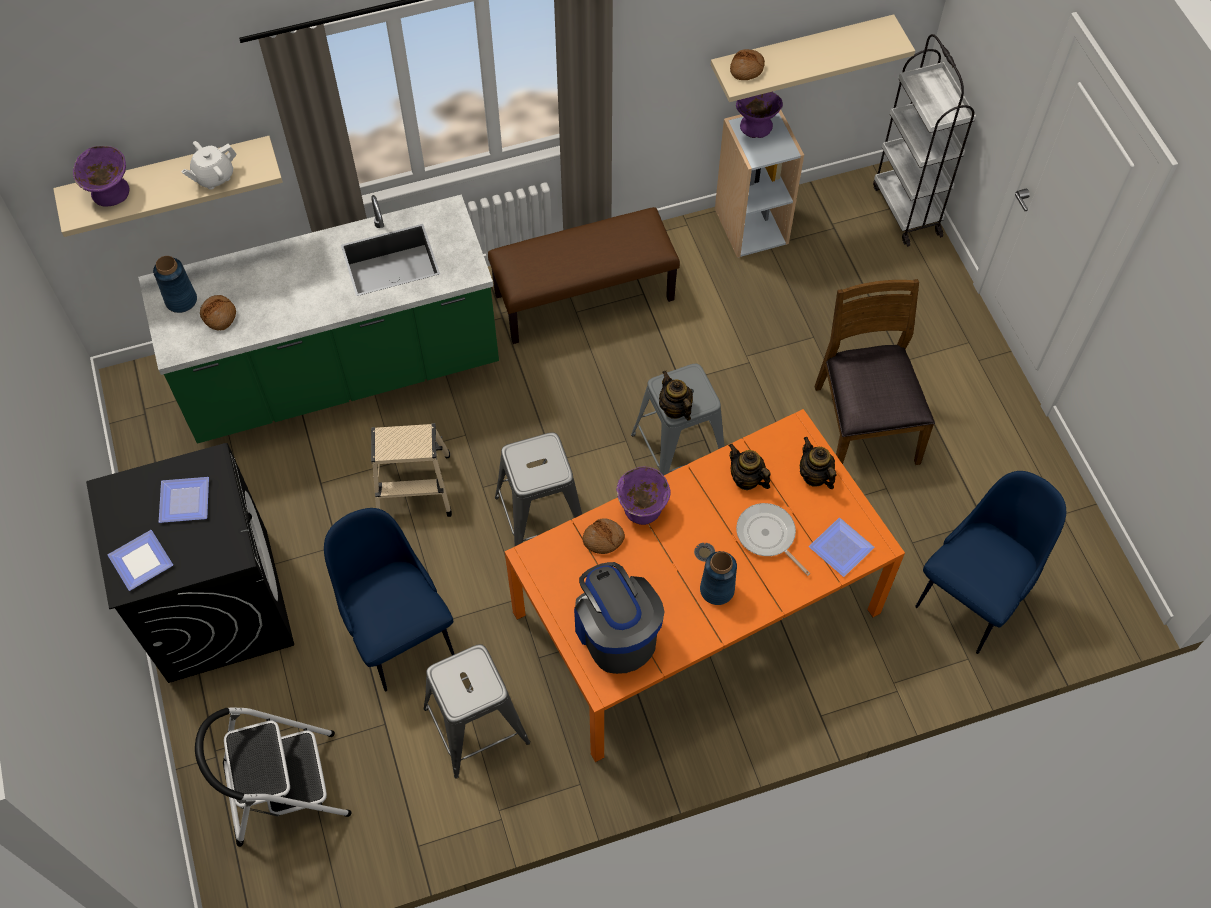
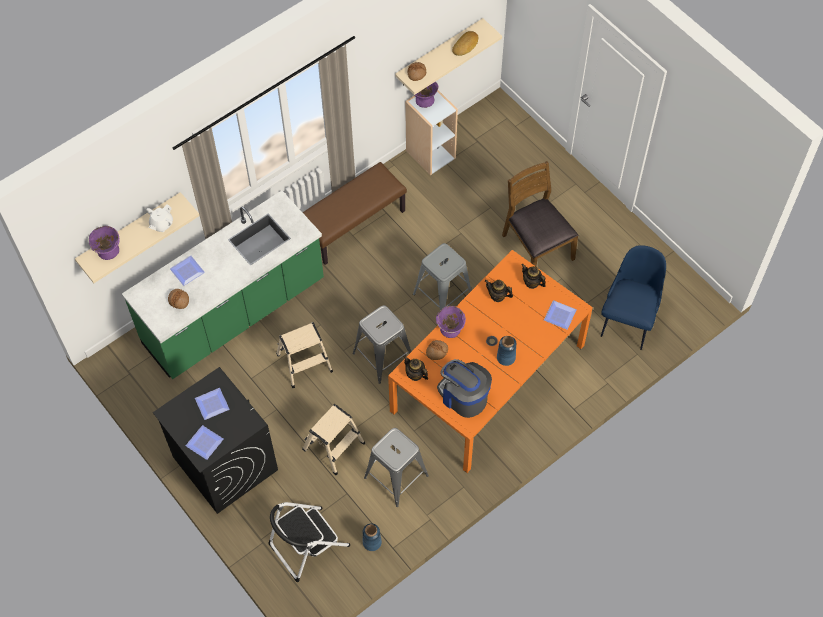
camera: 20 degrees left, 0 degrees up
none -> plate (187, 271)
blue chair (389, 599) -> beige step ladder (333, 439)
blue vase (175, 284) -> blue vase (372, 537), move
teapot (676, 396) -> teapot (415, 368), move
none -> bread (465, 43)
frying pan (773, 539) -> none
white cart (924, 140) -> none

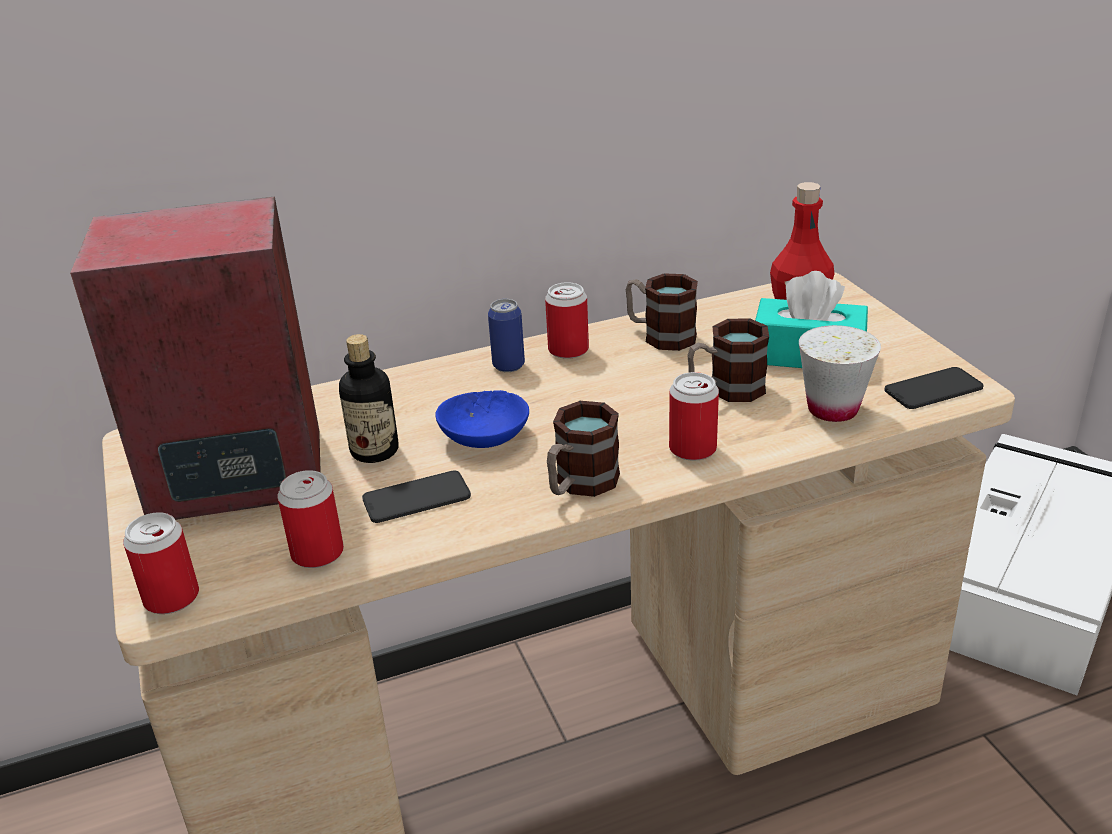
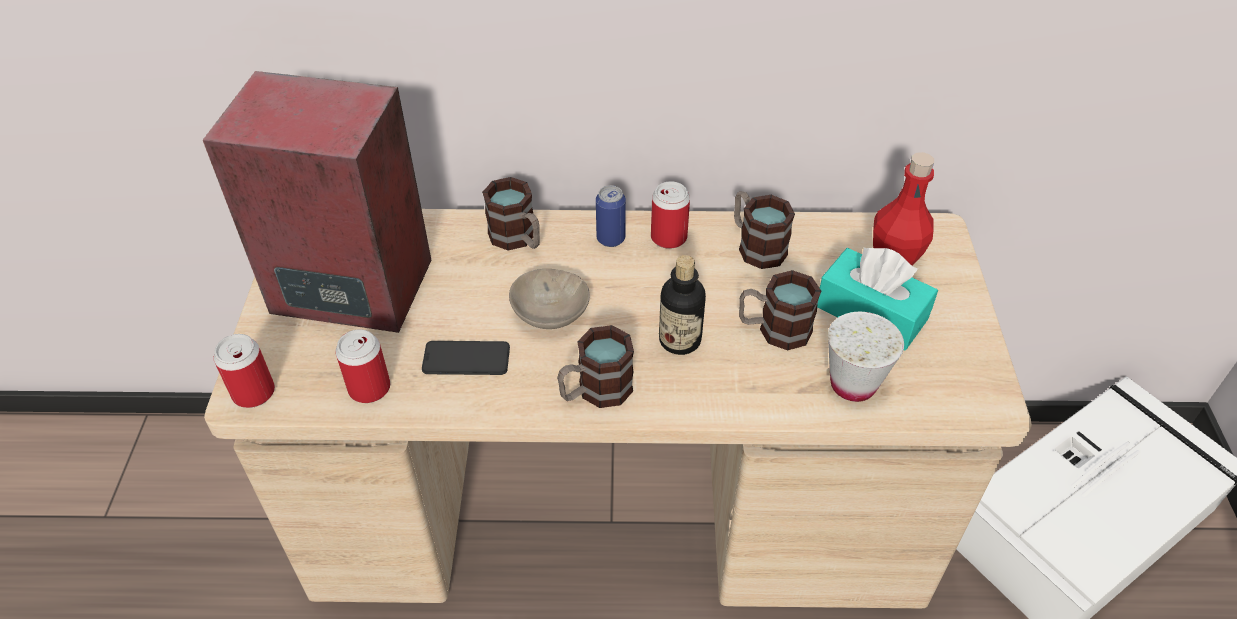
camera: 20 degrees right, 15 degrees up
none -> mug (511, 213)
blue bowl (482, 419) -> beige bowl (549, 299)
bottle (369, 398) -> bottle (682, 305), move
can (694, 416) -> none
phone (934, 388) -> none

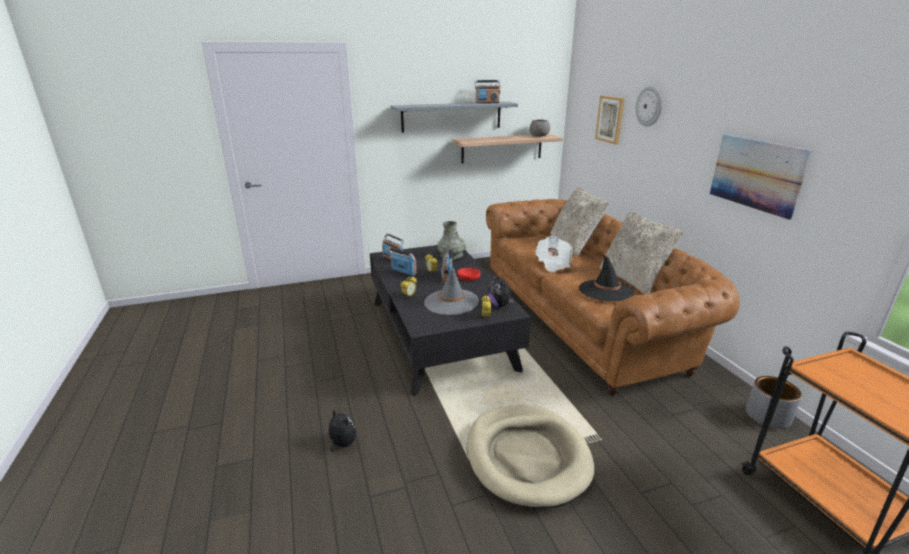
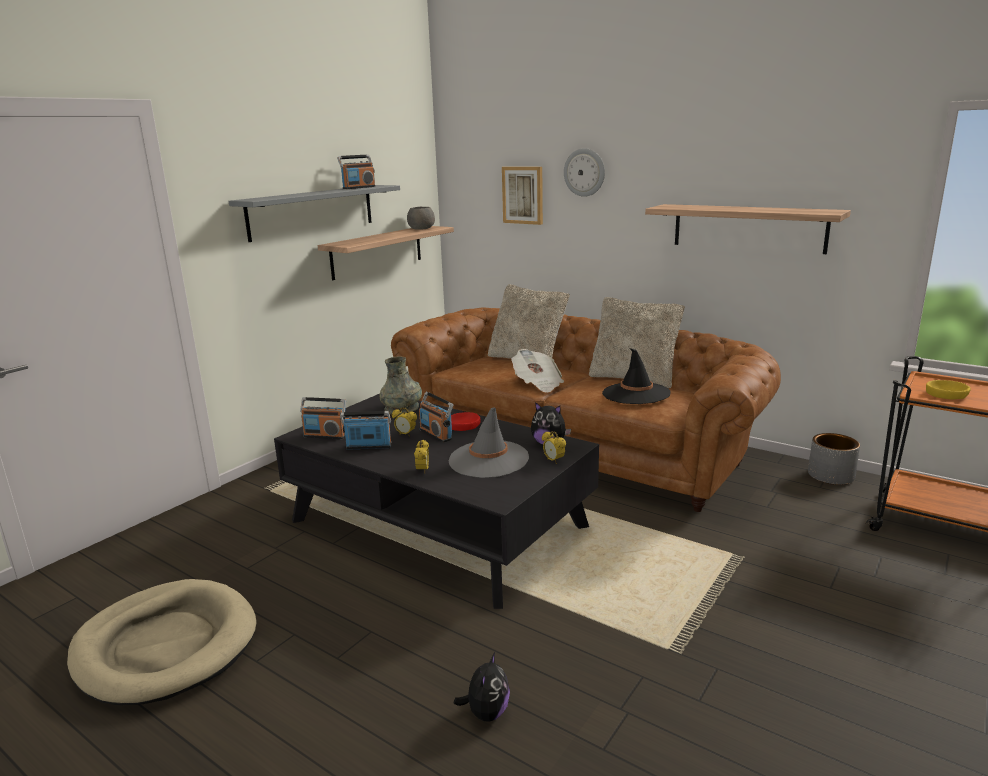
camera: 35 degrees left, 5 degrees down
beige dog bed (530, 456) -> beige dog bed (161, 642), move
plush toy (340, 430) -> plush toy (482, 686), 105 degrees clockwise
picture (761, 177) -> shelf (748, 229)
none -> yellow bowl (948, 389)

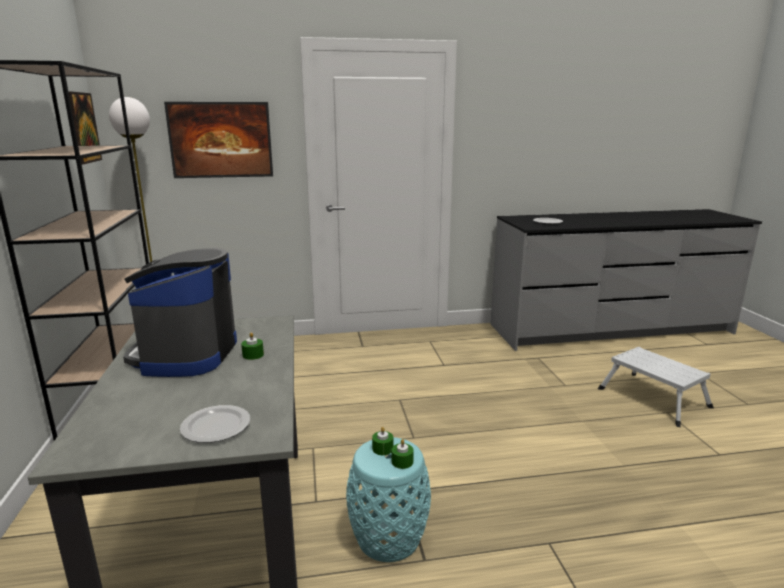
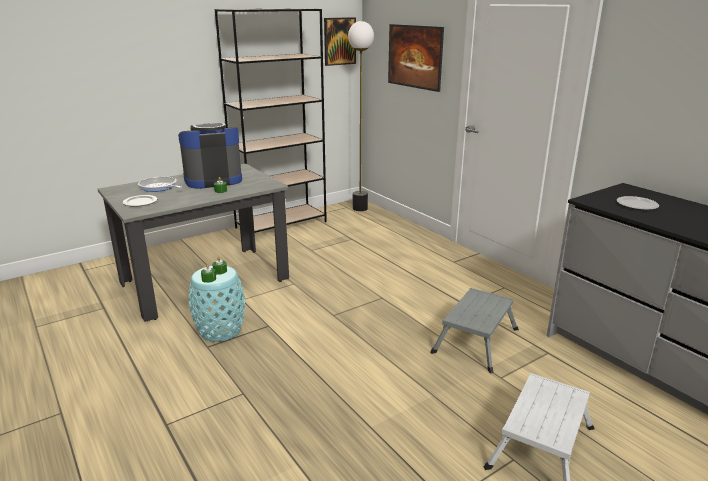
camera: 65 degrees right, 5 degrees up
none -> frying pan (160, 184)
none -> grey step ladder (474, 331)

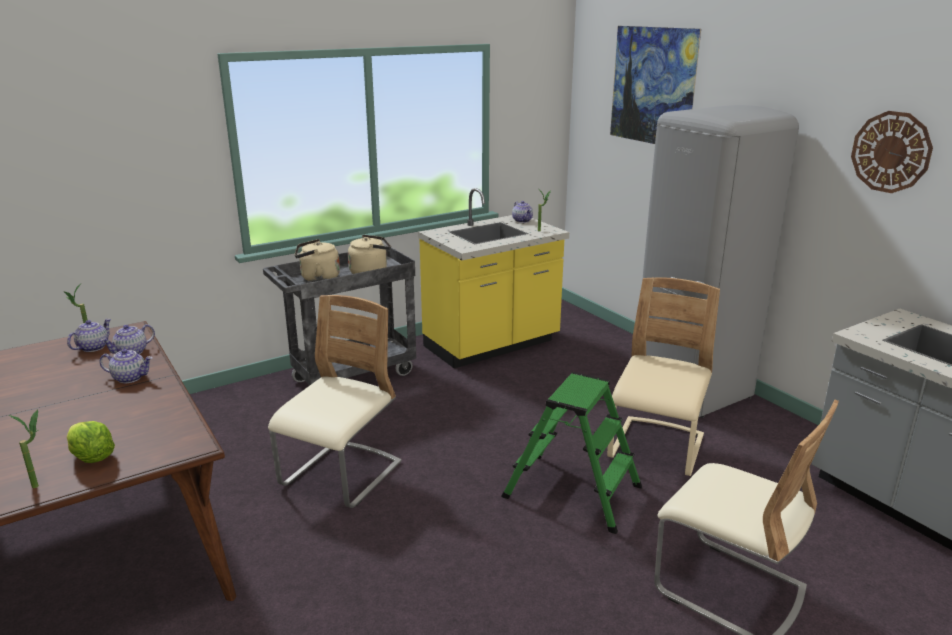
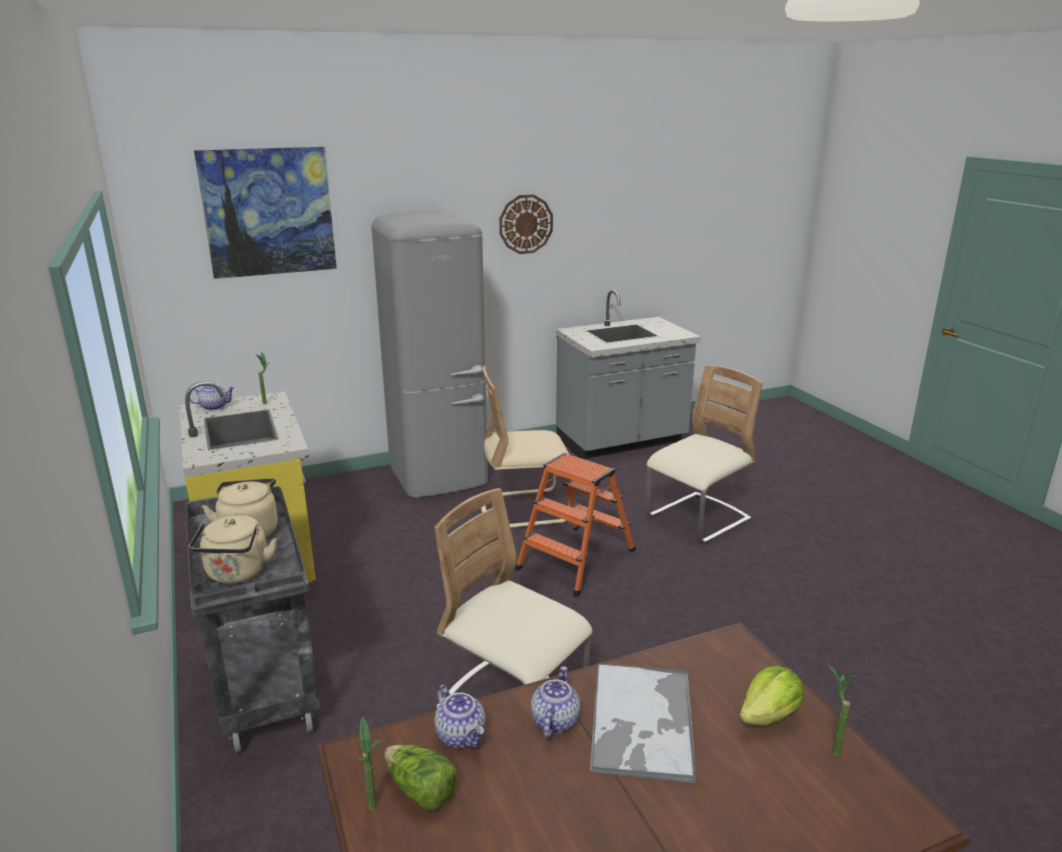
camera: 80 degrees left, 0 degrees up
teapot (89, 335) -> lettuce (421, 777)
beige chair (663, 376) -> beige chair (525, 447), 45 degrees counterclockwise
green step ladder (571, 453) -> orange step ladder (575, 525)
none -> tray (643, 723)

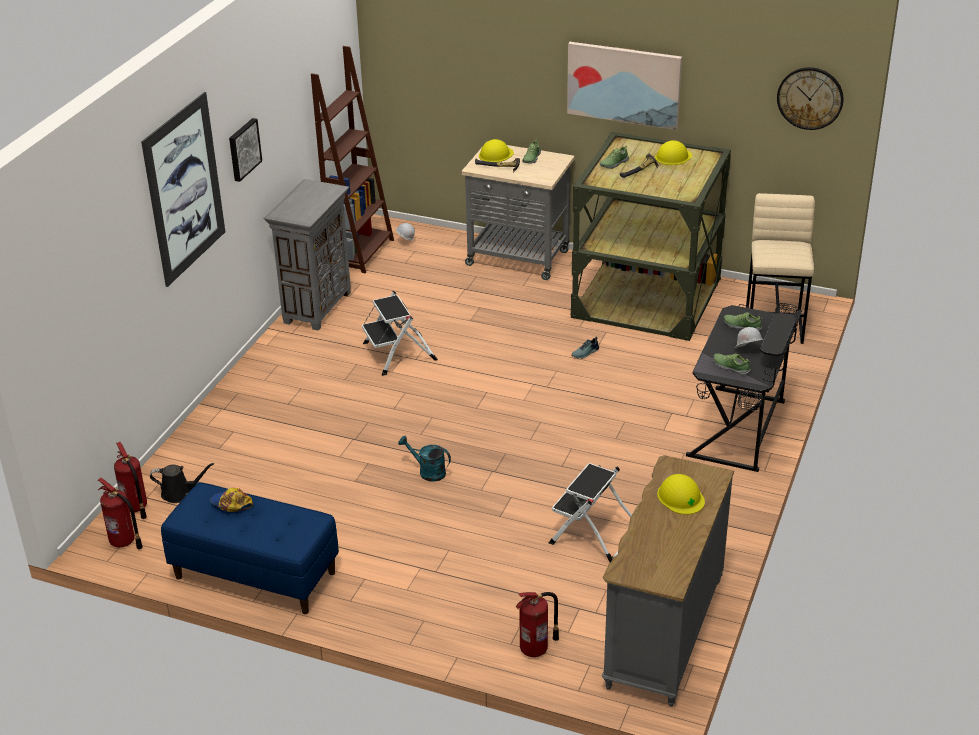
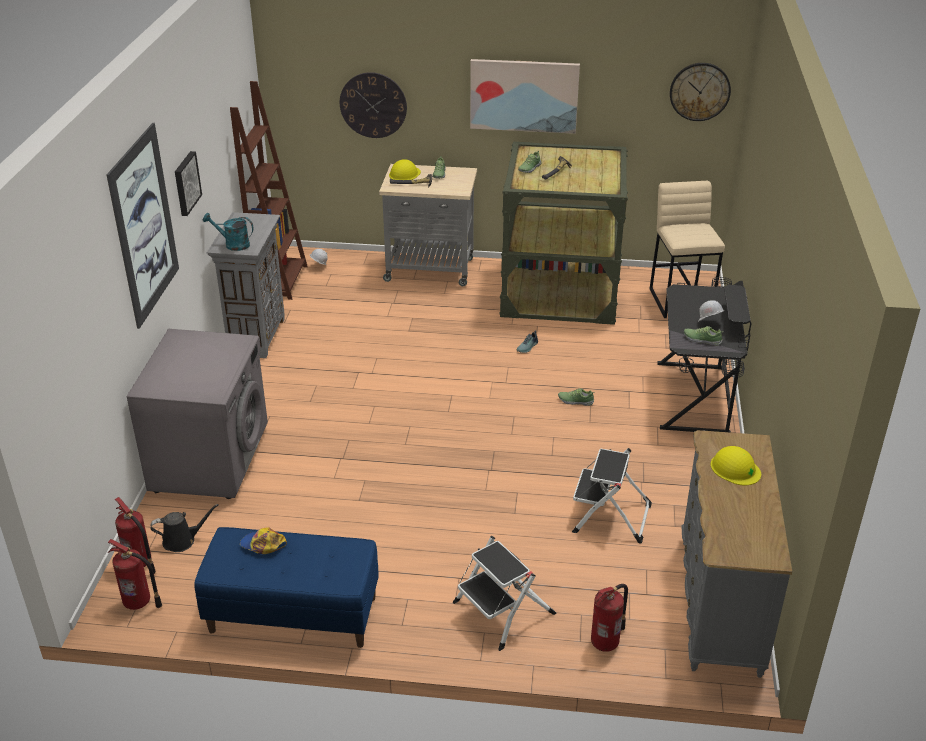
camera: 15 degrees left, 0 degrees up
none -> grey washing machine (197, 414)
turquoise watering can (424, 459) -> turquoise watering can (228, 232), move
none -> wall clock (373, 105)
step ladder (400, 333) -> step ladder (504, 593), move
shoe (743, 321) -> shoe (576, 397), move
yellow hard hat (673, 152) -> none

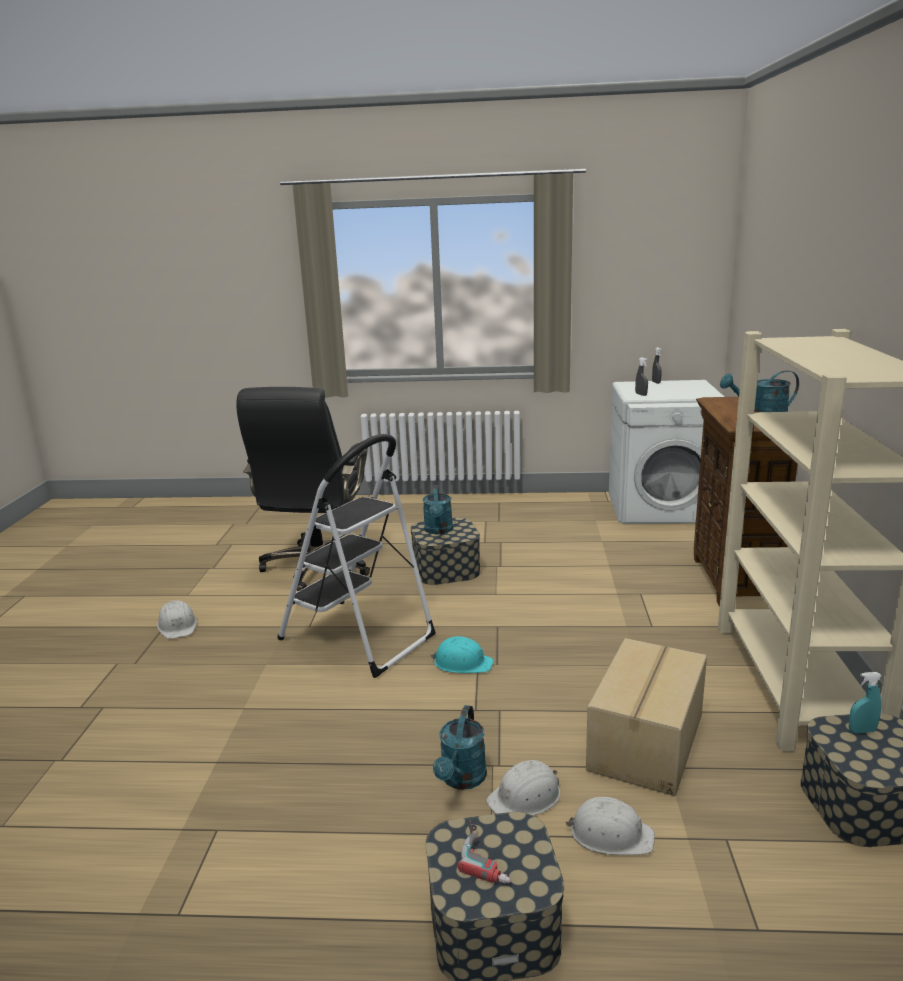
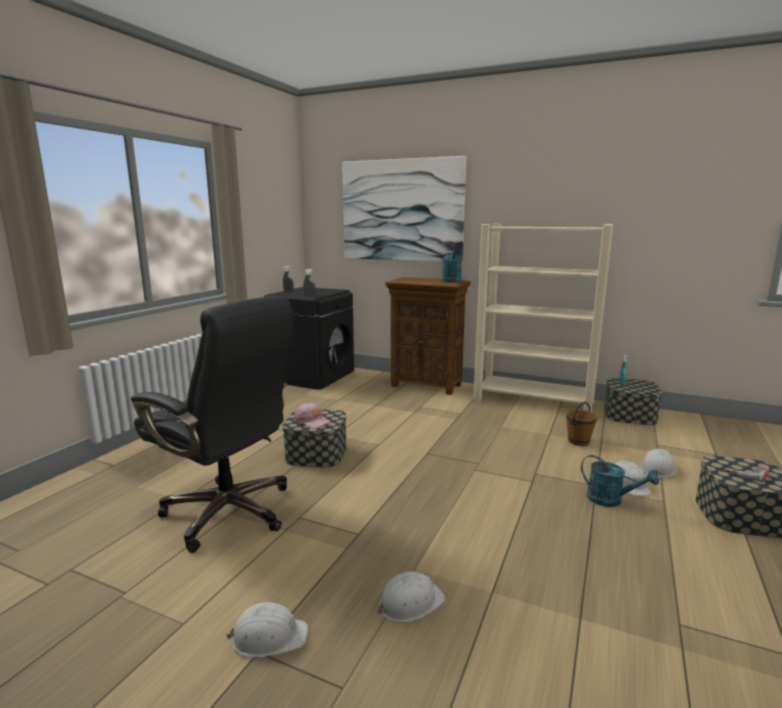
camera: 70 degrees left, 5 degrees down
white washing machine (666, 452) -> black washing machine (309, 338)
turquoise watering can (438, 509) -> pink cap (312, 415)
none -> picture (404, 209)
none -> white hard hat (412, 597)
cardboard box (646, 717) -> brown bucket (581, 424)
step ladder (356, 556) -> none
turquoise hard hat (462, 654) -> none

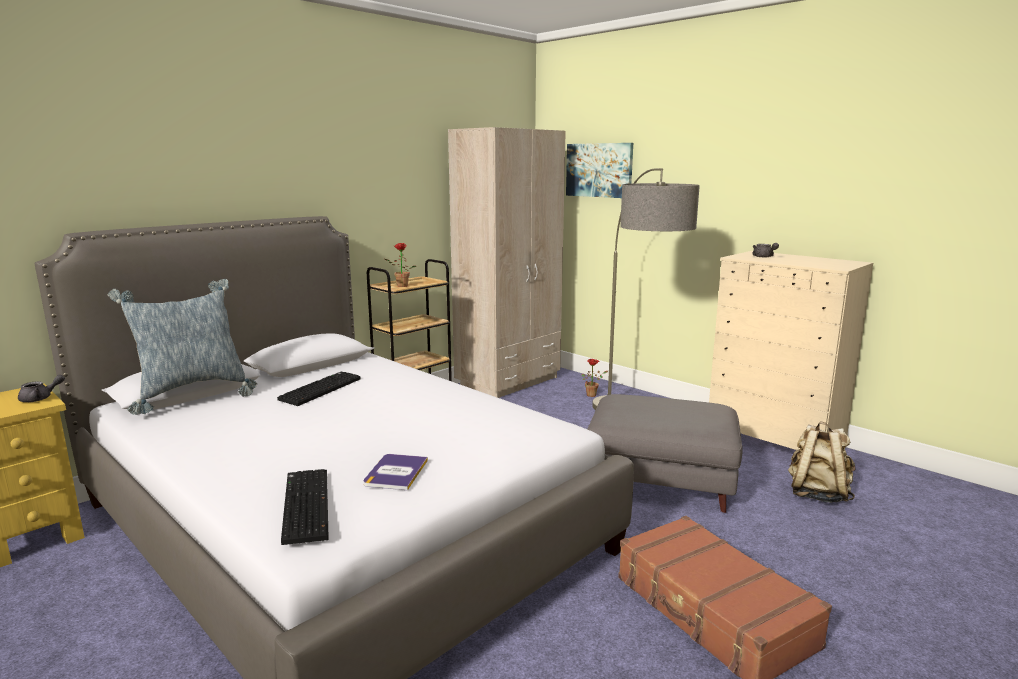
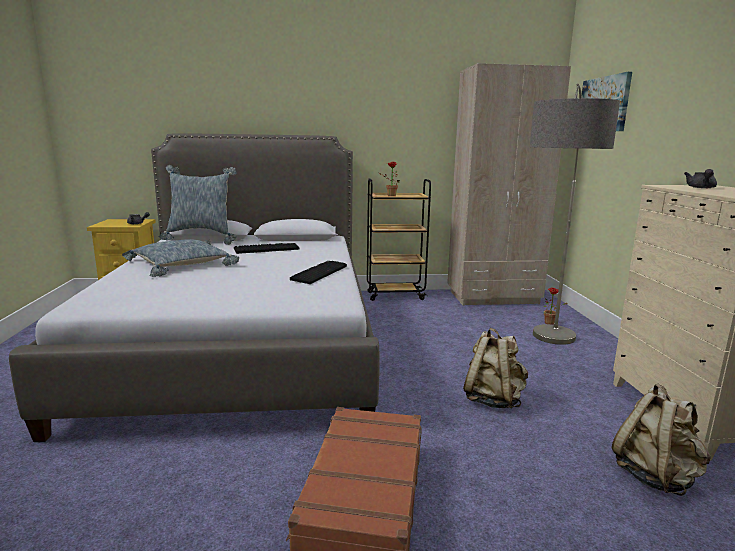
camera: 40 degrees right, 0 degrees up
none -> pillow (180, 258)
keyboard (305, 507) -> keyboard (318, 272), move
grey ottoman (665, 453) -> beige backpack (495, 368)
book (395, 472) -> none

